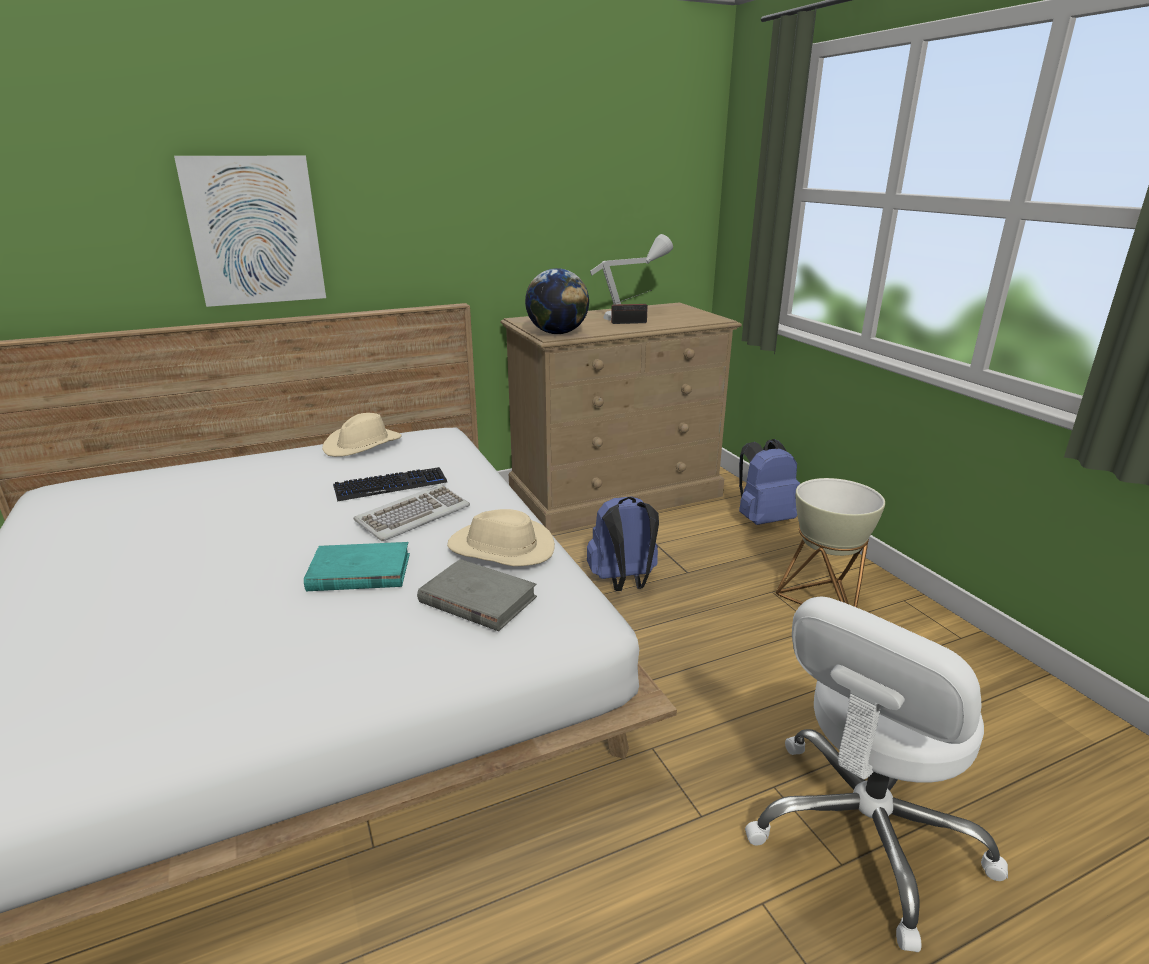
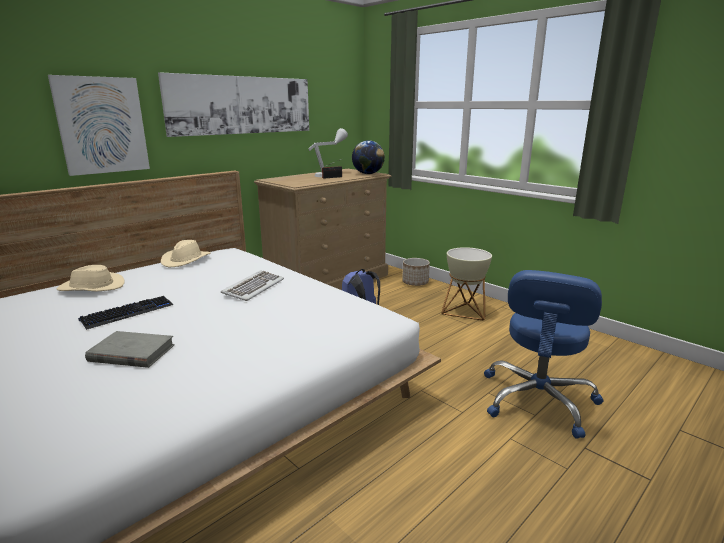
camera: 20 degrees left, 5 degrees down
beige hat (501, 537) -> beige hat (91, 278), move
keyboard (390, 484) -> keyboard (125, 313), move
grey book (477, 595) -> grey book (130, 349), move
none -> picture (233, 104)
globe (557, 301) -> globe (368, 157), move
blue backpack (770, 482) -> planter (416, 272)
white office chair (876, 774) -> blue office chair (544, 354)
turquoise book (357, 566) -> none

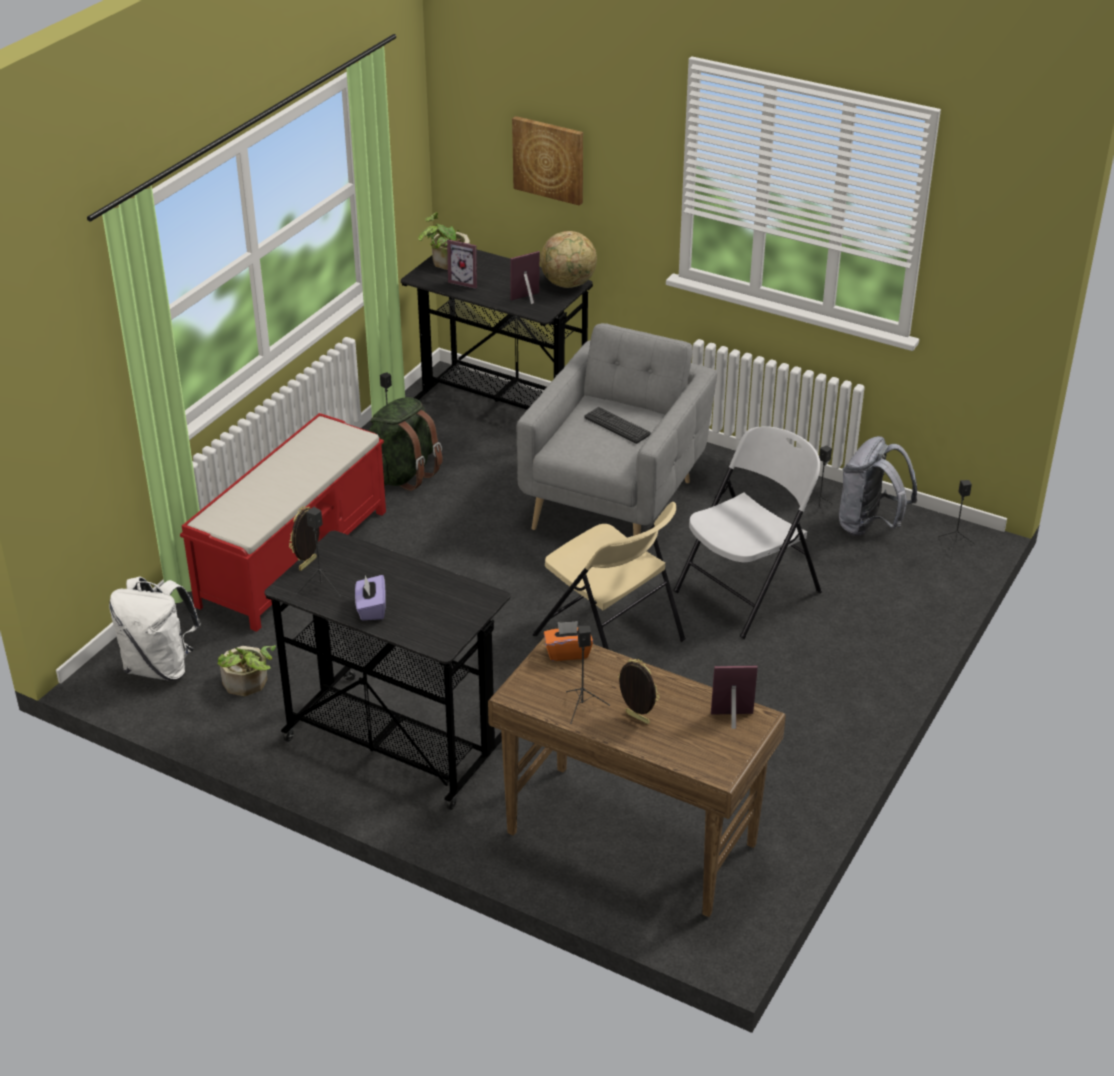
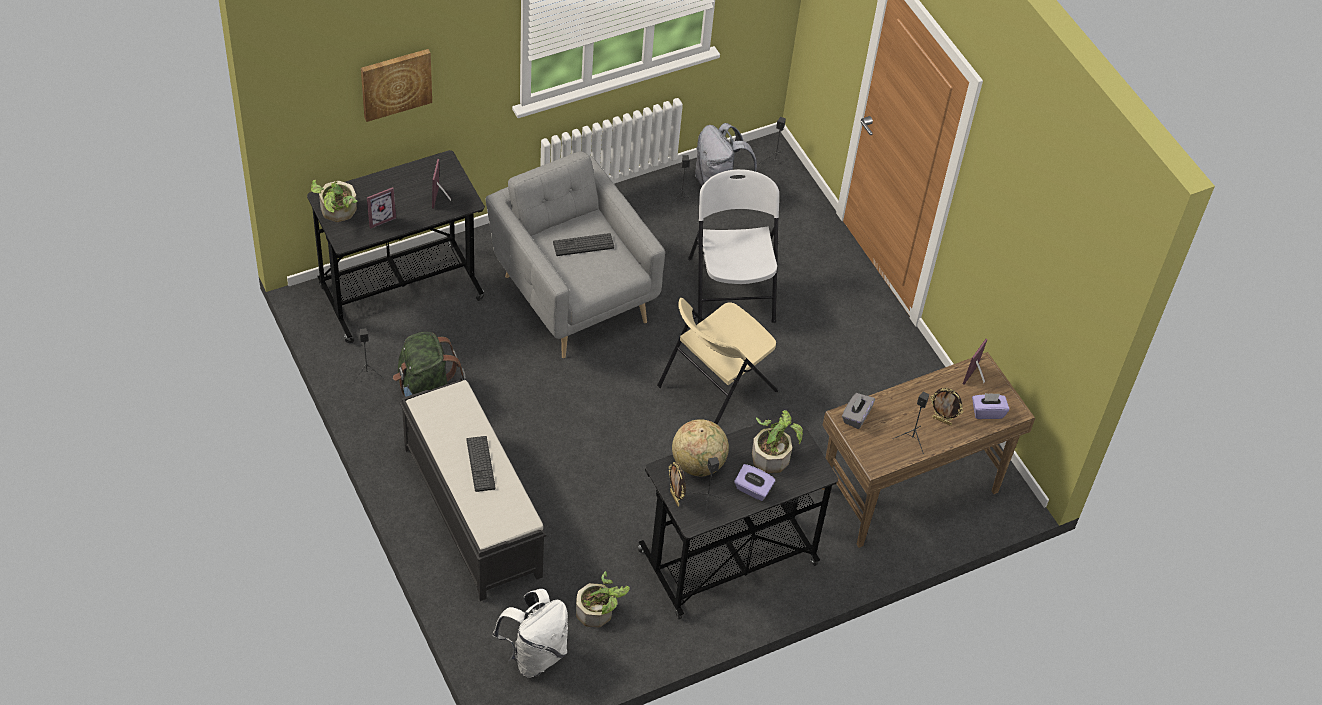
camera: 60 degrees left, 15 degrees up
red bench (283, 522) -> black bench (473, 490)
none -> keyboard (481, 464)
beige chair (609, 576) -> beige chair (717, 361), 150 degrees clockwise
globe (568, 259) -> globe (700, 447), move
none -> potted plant (777, 441)
orange tissue box (568, 641) -> grey tissue box (858, 411)
picture frame (639, 691) -> picture frame (946, 406), 135 degrees counterclockwise
none -> purple tissue box (990, 406)

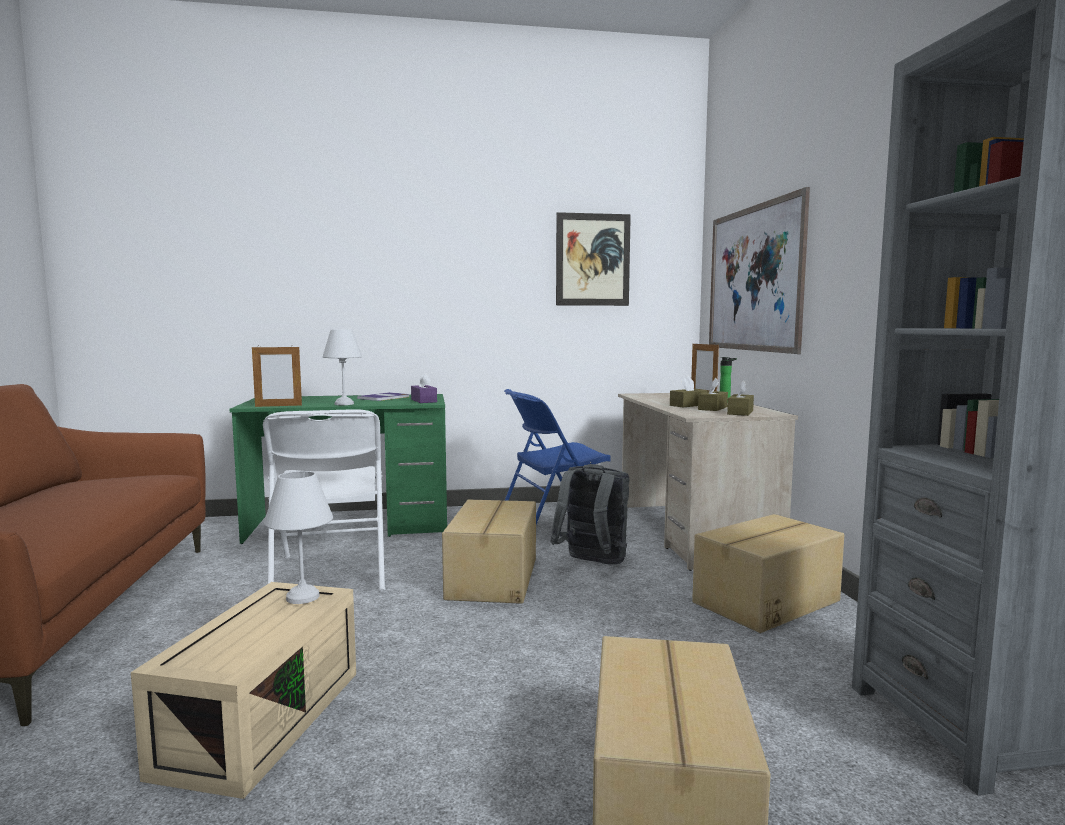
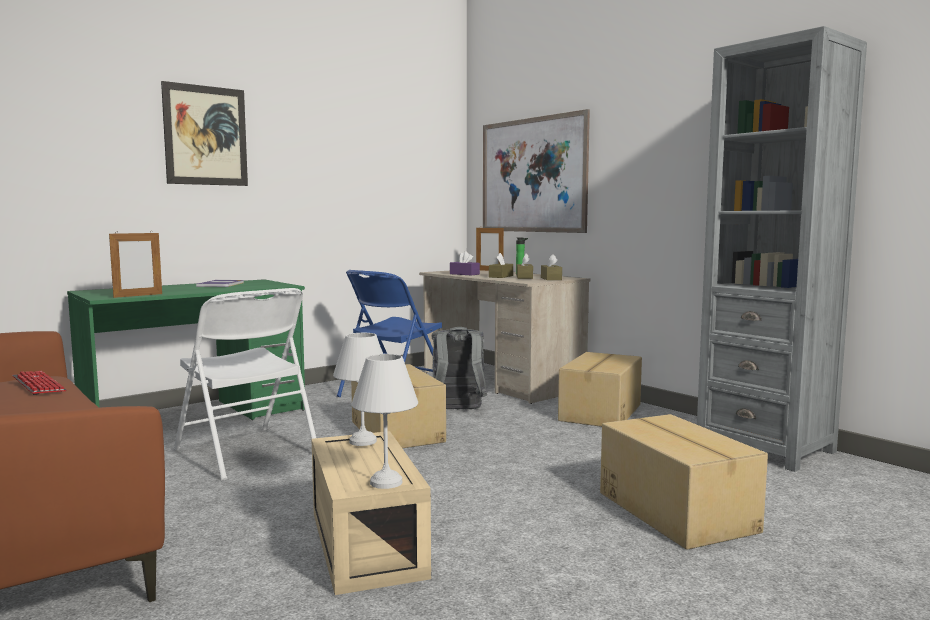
camera: 30 degrees left, 0 degrees up
none -> keyboard (39, 383)
picture (593, 259) -> picture (204, 133), move
white table lamp (342, 367) -> white table lamp (385, 421), move
purple tissue box (424, 388) -> purple tissue box (465, 263), move

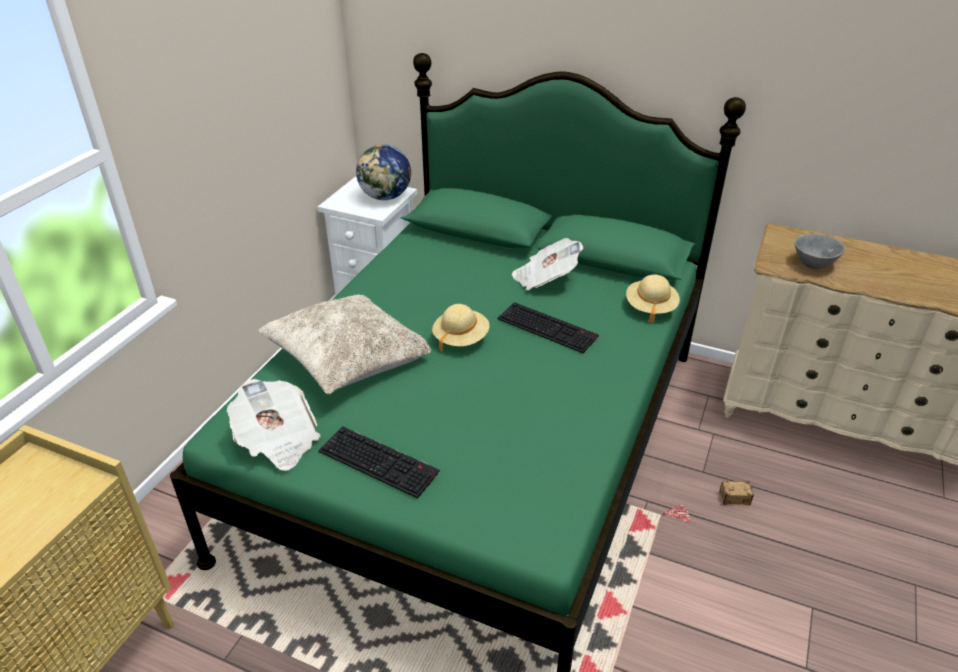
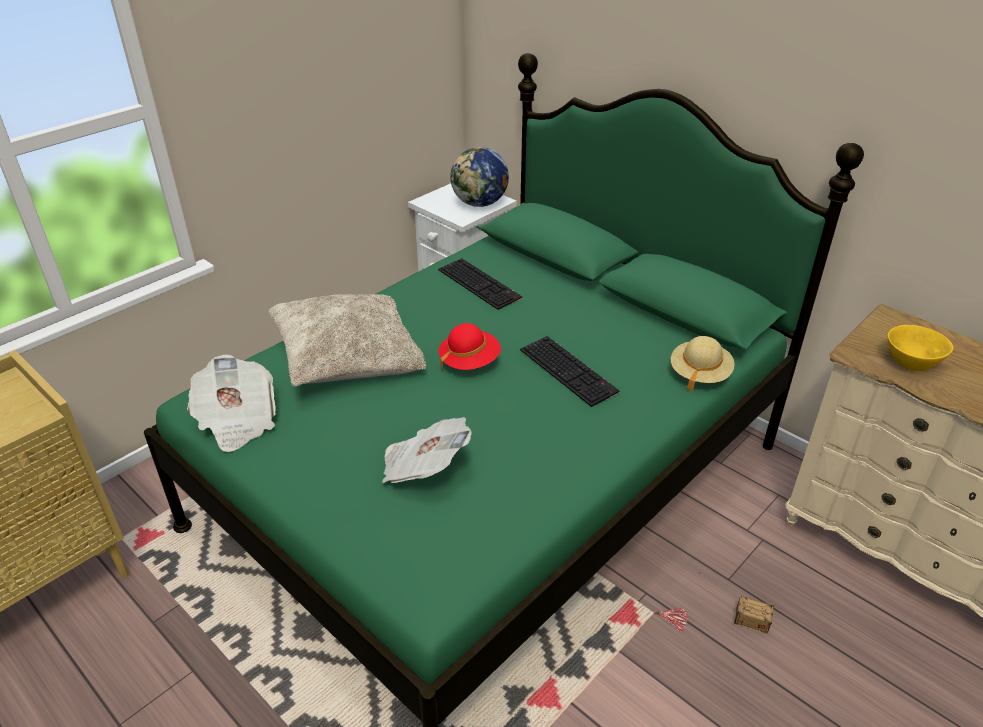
camera: 20 degrees right, 0 degrees up
newspaper (548, 264) -> newspaper (426, 450), move
keyboard (379, 462) -> keyboard (480, 284), move
beige hat (461, 328) -> red hat (469, 346)
grey bowl (820, 251) -> yellow bowl (921, 348)

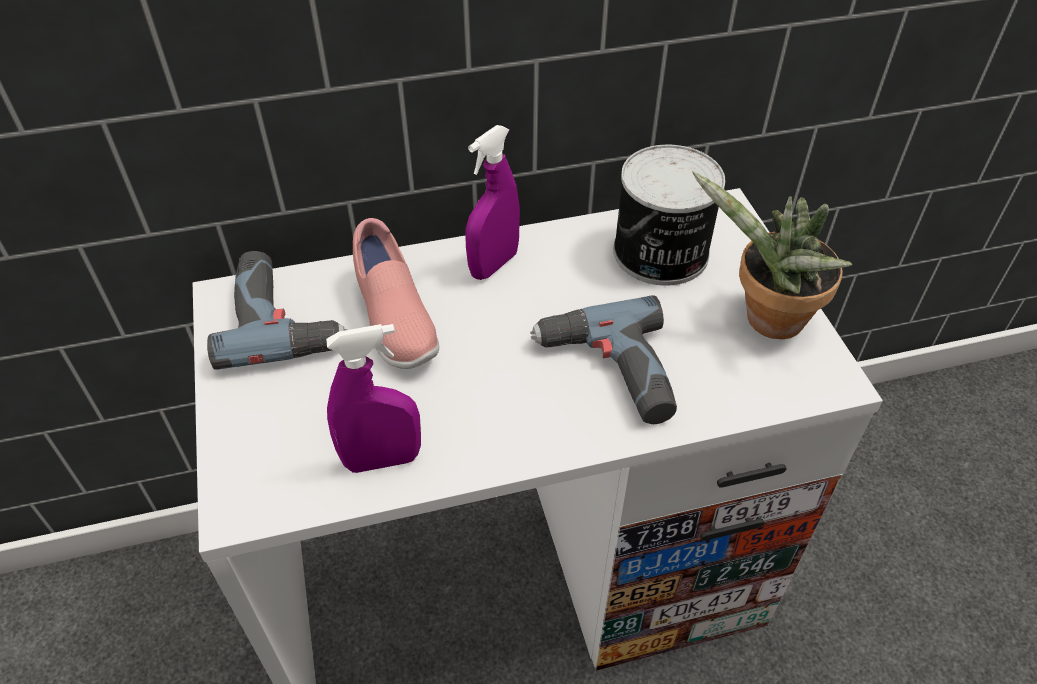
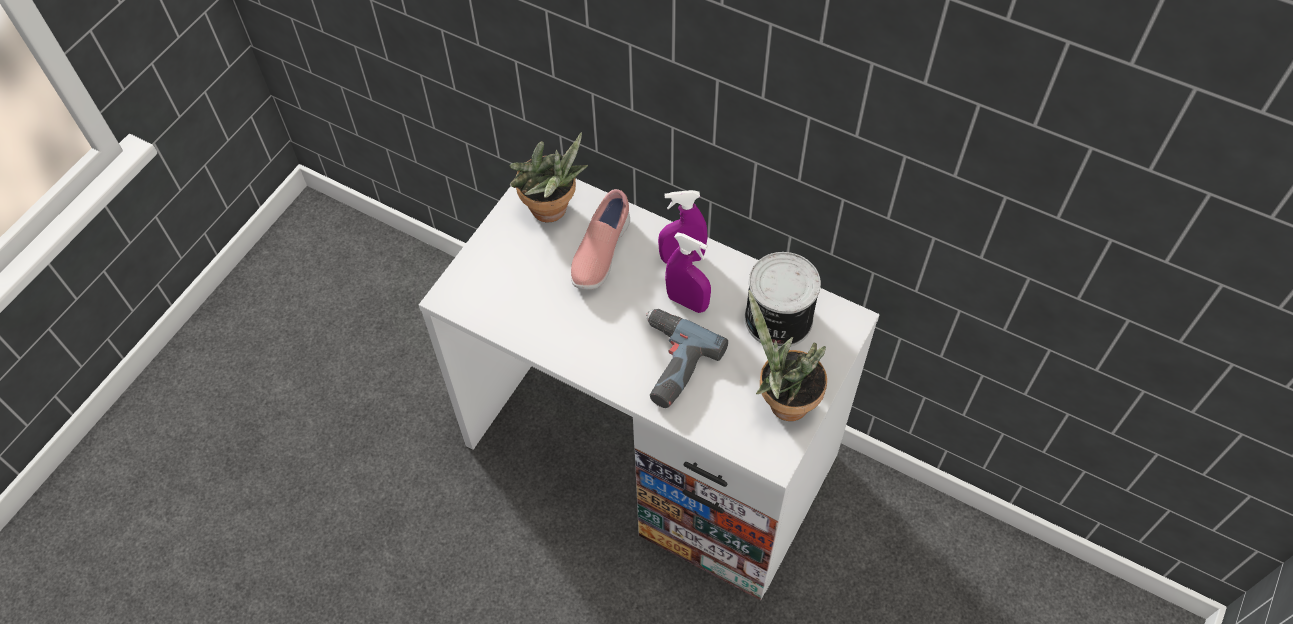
camera: 45 degrees right, 10 degrees up
power drill (277, 310) -> potted plant (549, 177)
purple spray bottle (373, 398) -> purple spray bottle (688, 273), move

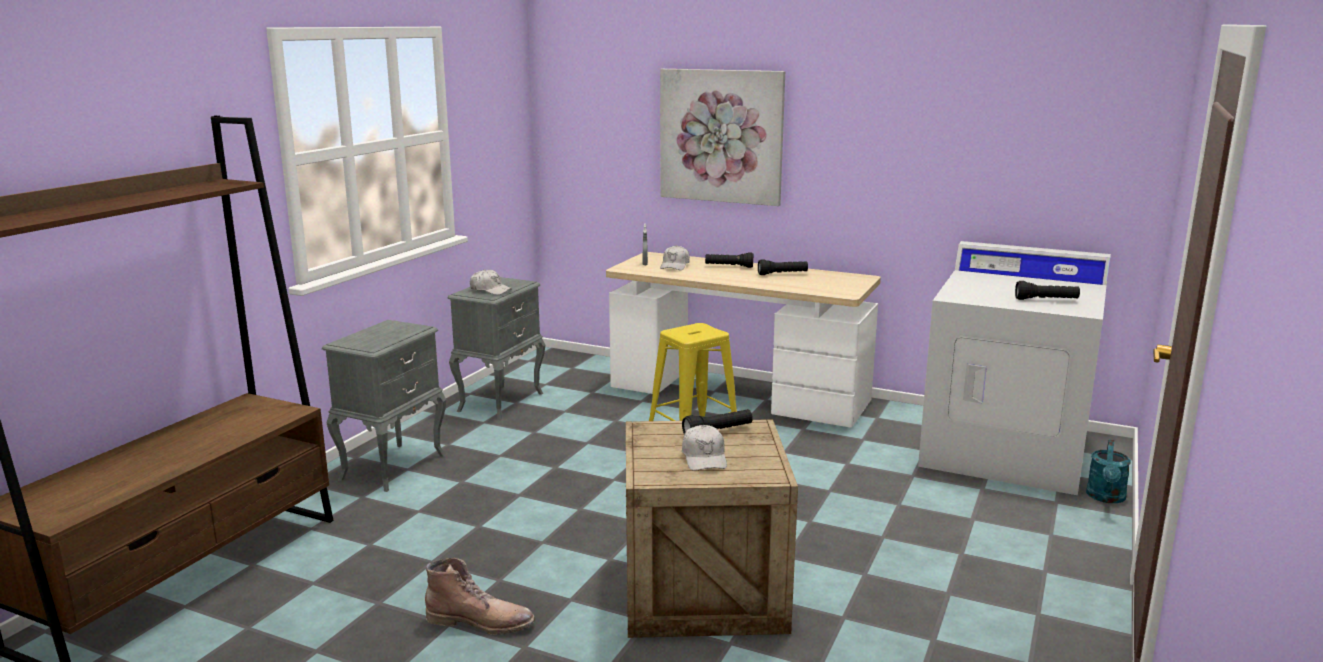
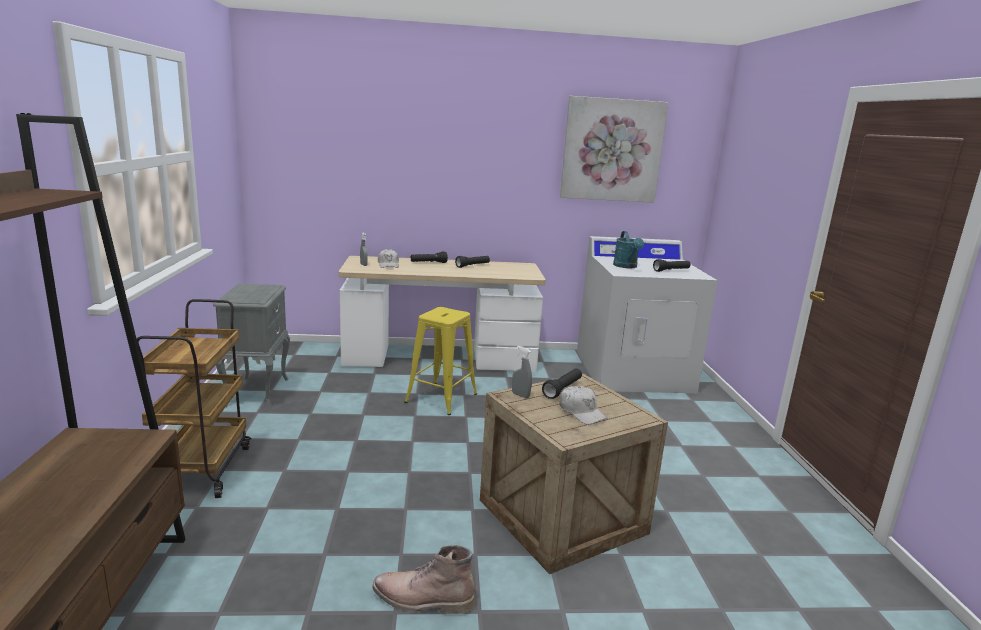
camera: 30 degrees left, 0 degrees up
grey nightstand (384, 406) -> brown cart (194, 398)
brown boot (480, 596) -> brown boot (423, 579), 150 degrees counterclockwise
none -> grey spray bottle (522, 372)
picture (722, 137) -> picture (614, 149), move
turquoise watering can (1108, 471) -> turquoise watering can (628, 249), move
white cap (491, 282) -> none

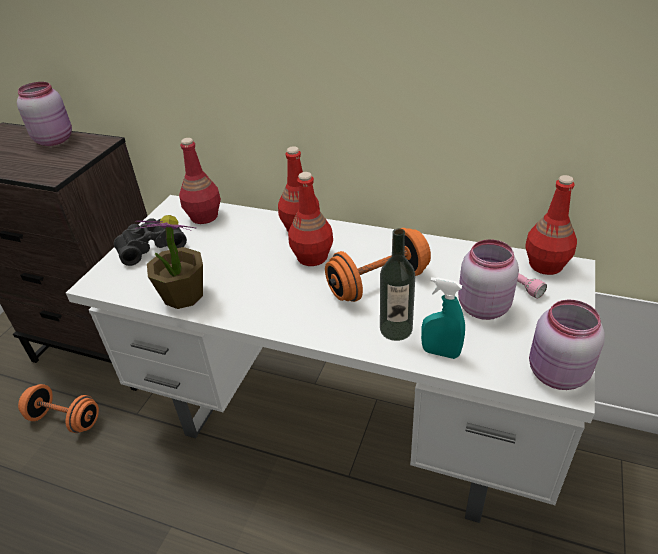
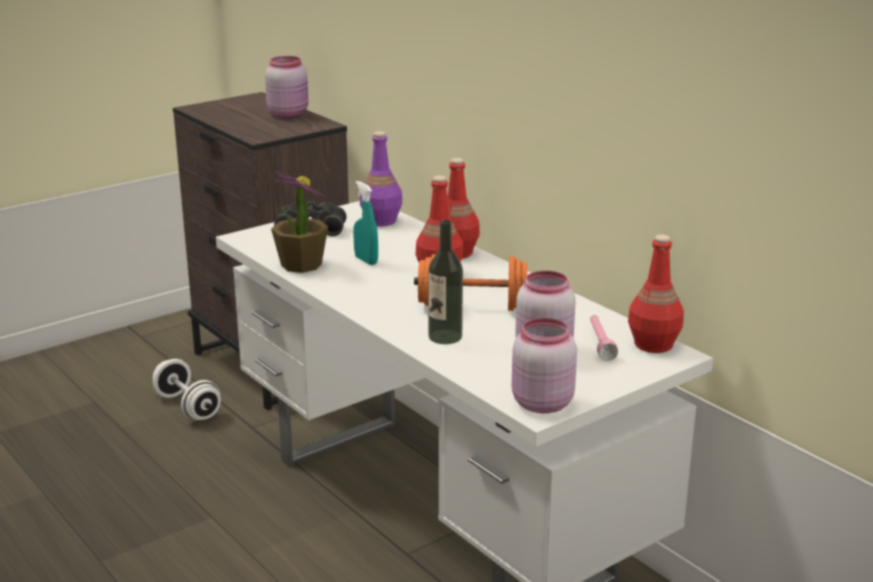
camera: 30 degrees right, 15 degrees down
orange dumbbell (58, 408) -> white dumbbell (187, 389)
turquoise spray bottle (443, 318) -> turquoise spray bottle (365, 223), move
red bottle (200, 181) -> purple bottle (381, 178)

